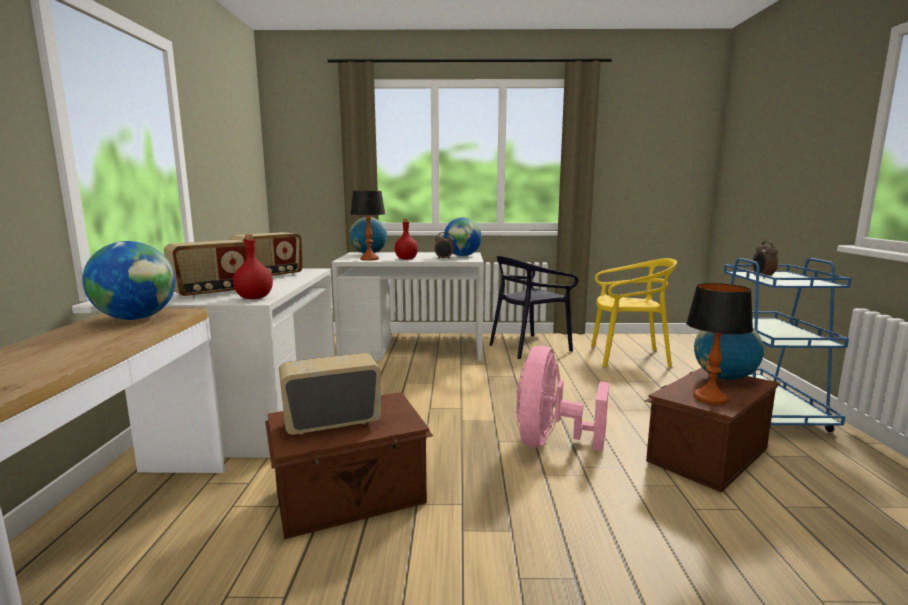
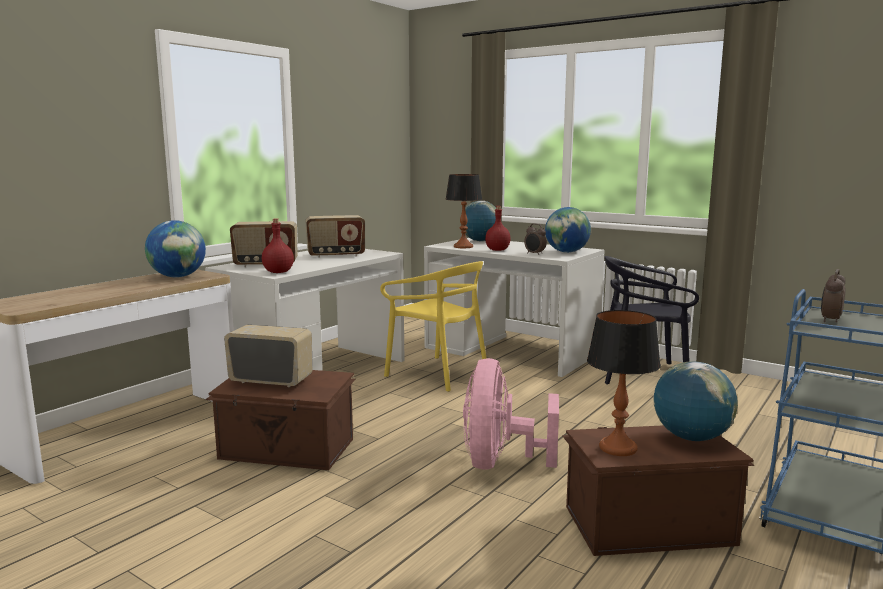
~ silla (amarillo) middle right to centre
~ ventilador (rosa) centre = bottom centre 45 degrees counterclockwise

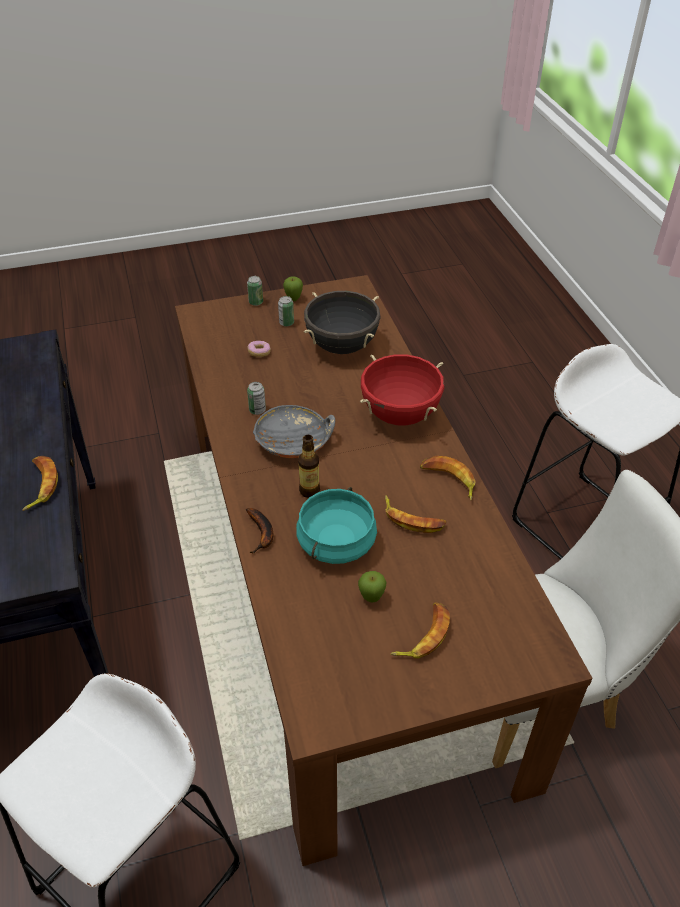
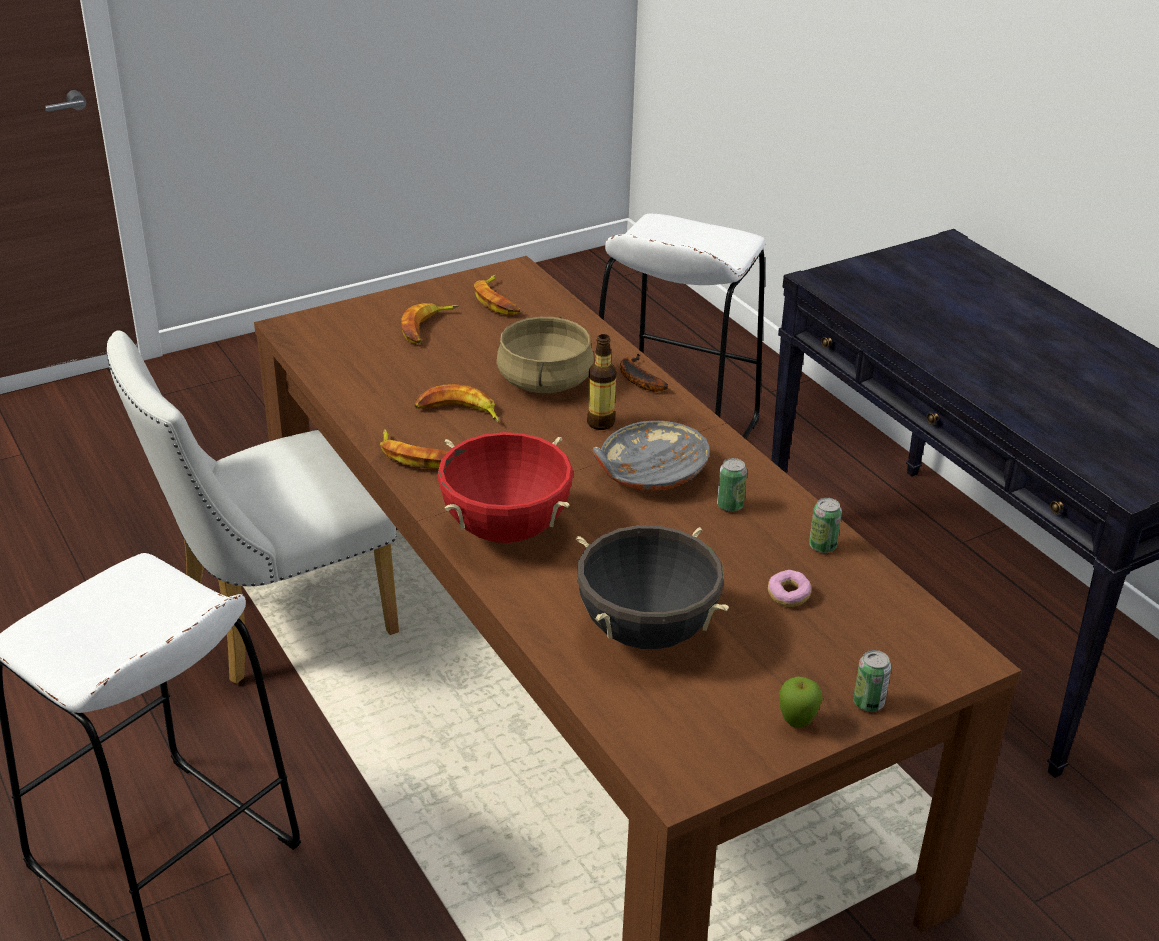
~ plátano (1st from left in the first image) middle left to plátano (4th from left) top centre
~ olla (turquesa) centre to olla (beis) centre
~ lata (3rd from left in the first image) centre to lata (2nd from left) middle right
- manzana (2nd from left) centre

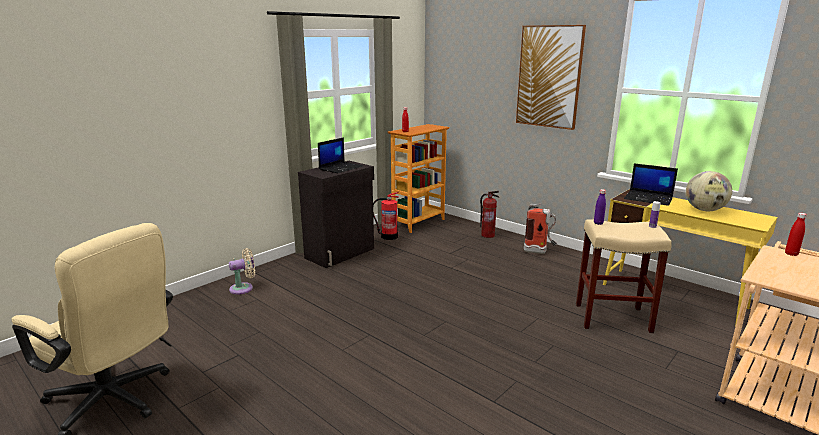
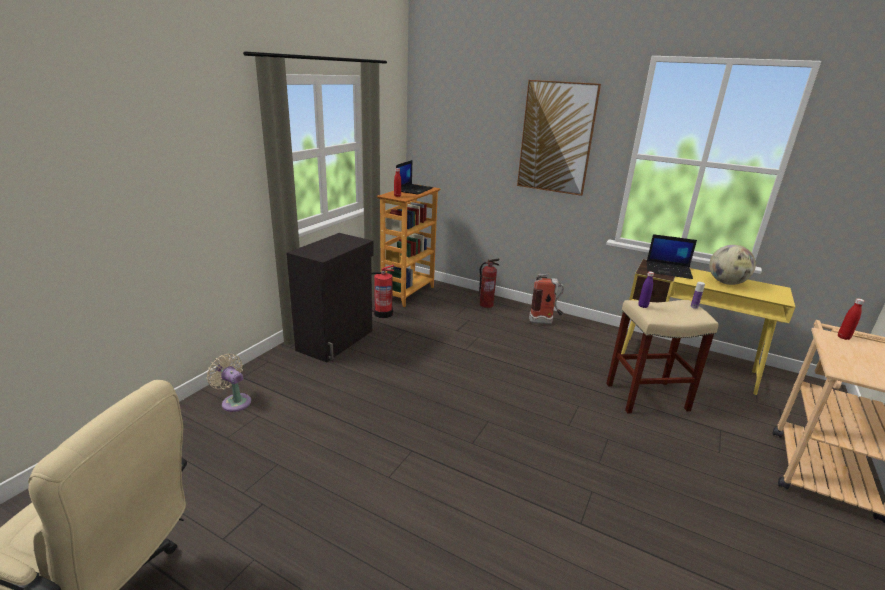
~ ventilador (beis) middle left = middle left 105 degrees counterclockwise
~ portátil (1st from left) centre to top centre

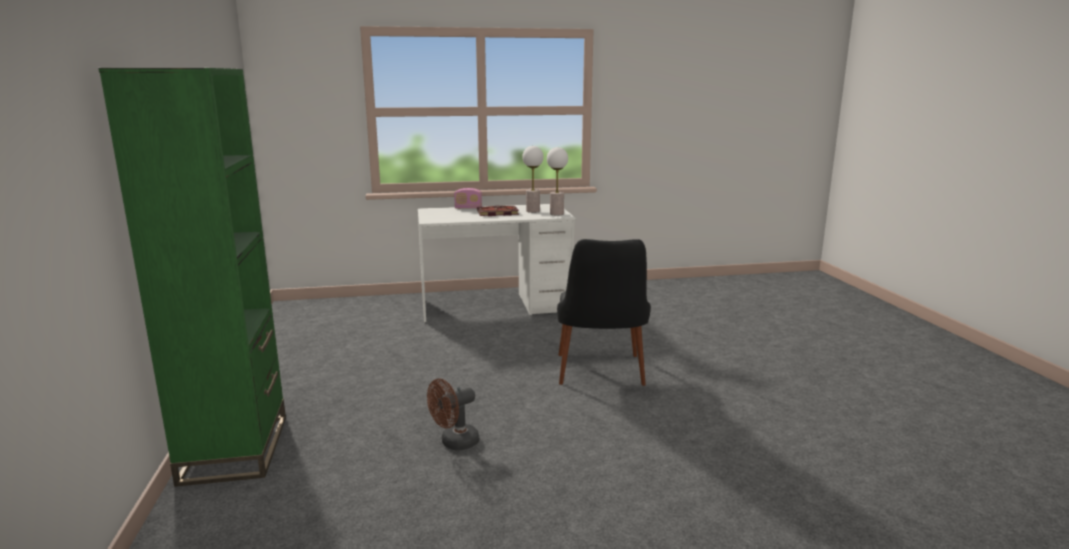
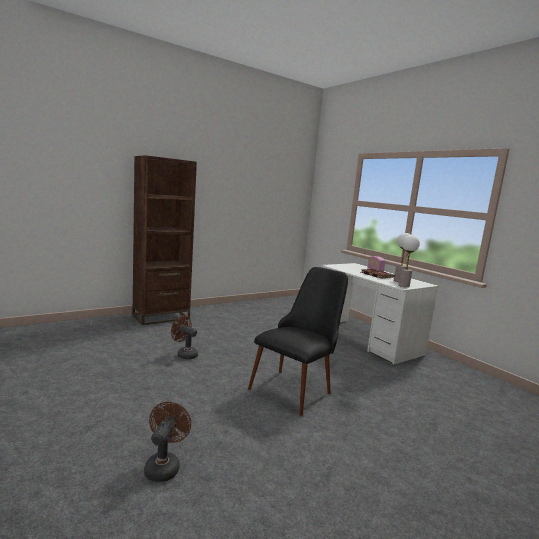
~ estantería (verde) middle left to estantería (marrón) middle left
+ ventilador (marrón) (1st from left) bottom left
~ silla (negro) centre = centre 150 degrees clockwise

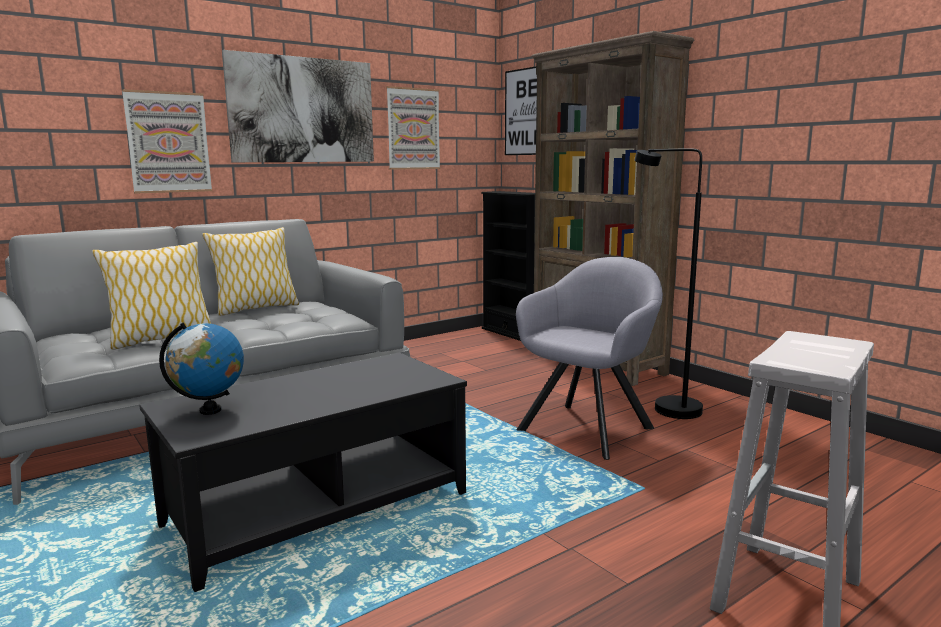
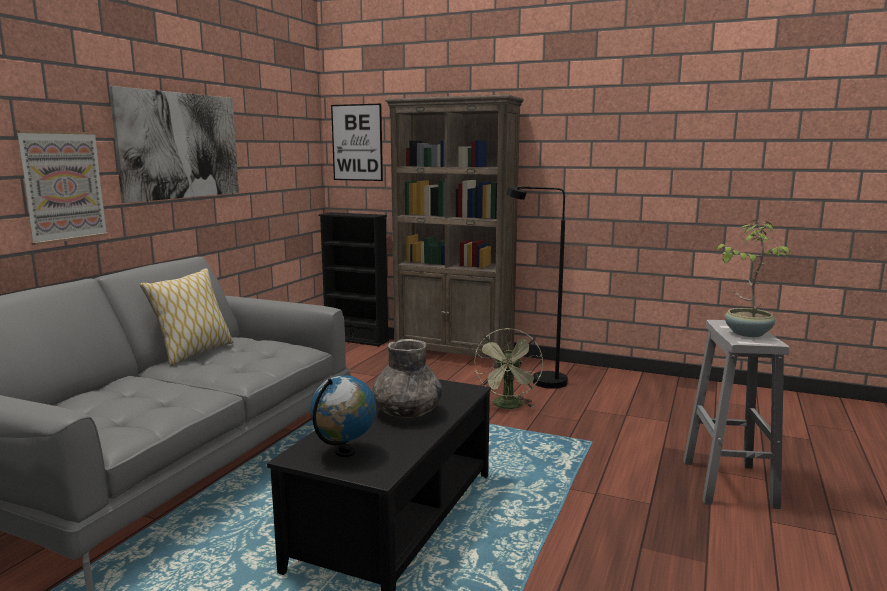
+ florero (gris) centre
~ sillón (gris) centre to ventilador (verde) centre
+ planta en maceta middle right
- cojín (1st from left) middle left
- cuadro (3rd from left) top centre

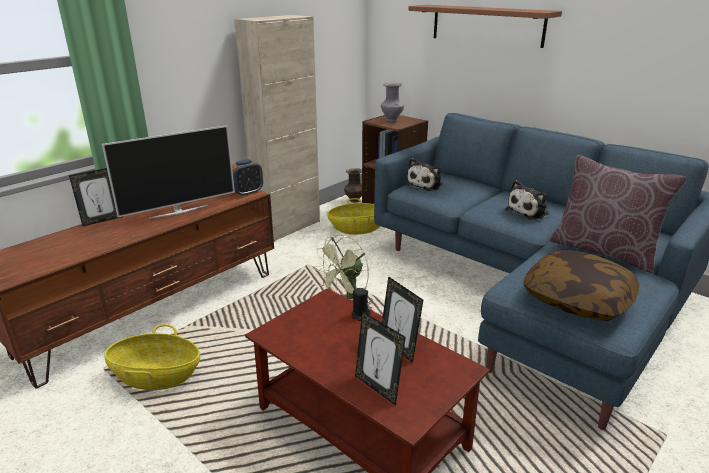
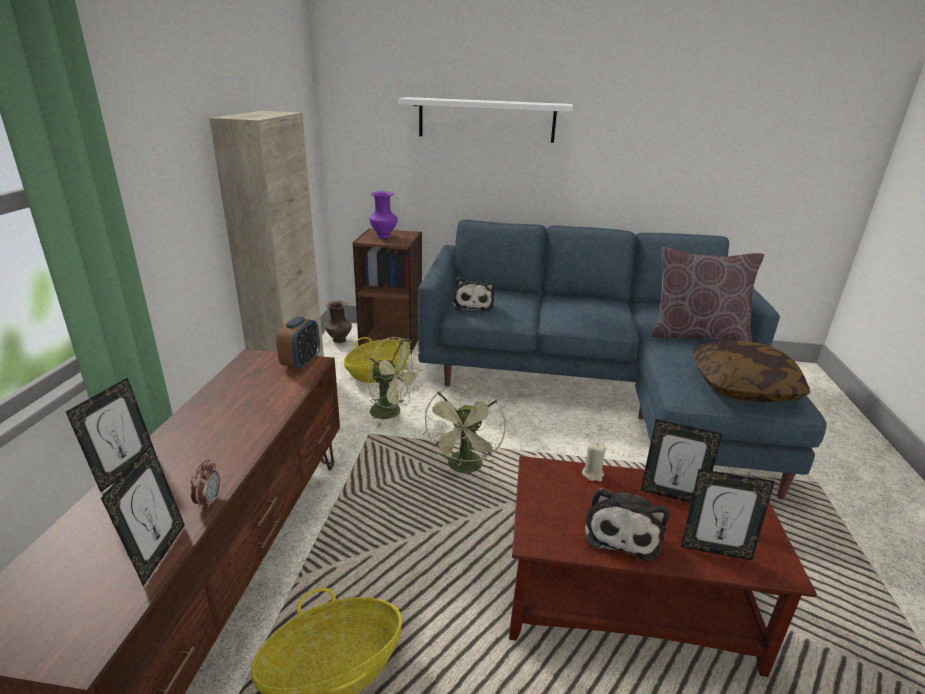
+ portarretratos (2nd from left) bottom left
+ despertador (1st from left) bottom left
+ ventilador (verde) (1st from left) centre
~ florero (gris) top centre to florero (morado) top centre
~ estante (marrón) top right to estante (blanco) top centre
~ vela (negro) centre to vela (beis) centre
~ peluche (2nd from left) middle right to bottom right
- televisor middle left

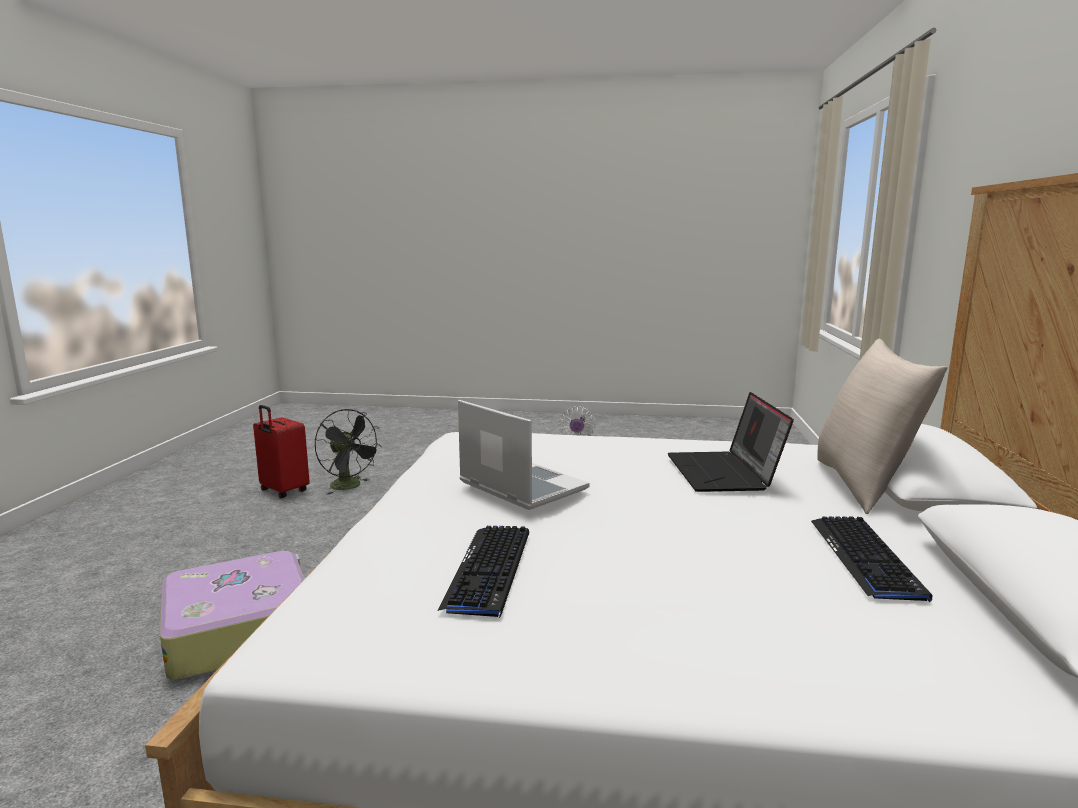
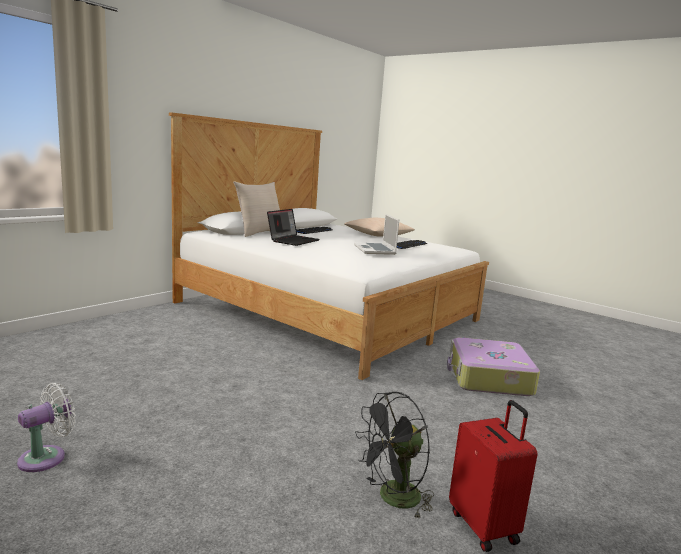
+ cojín (beis) (2nd from left) centre
~ ventilador (negro) middle left = bottom centre 105 degrees counterclockwise

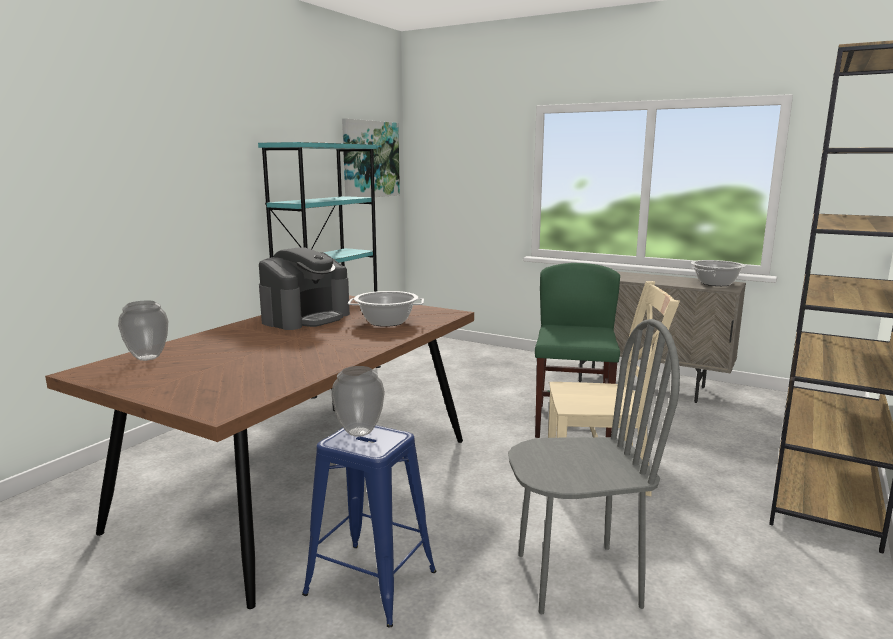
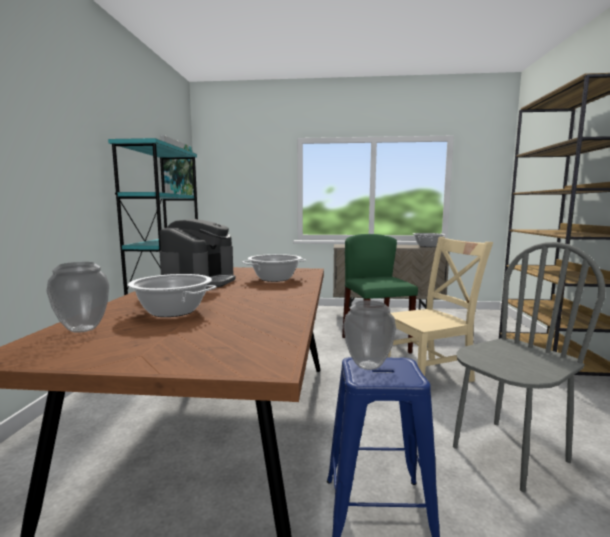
+ olla (1st from left) middle left

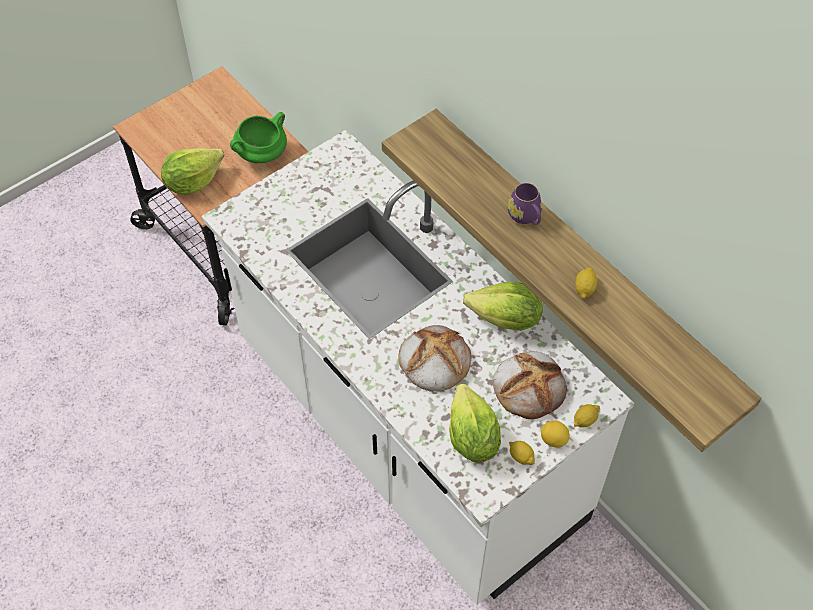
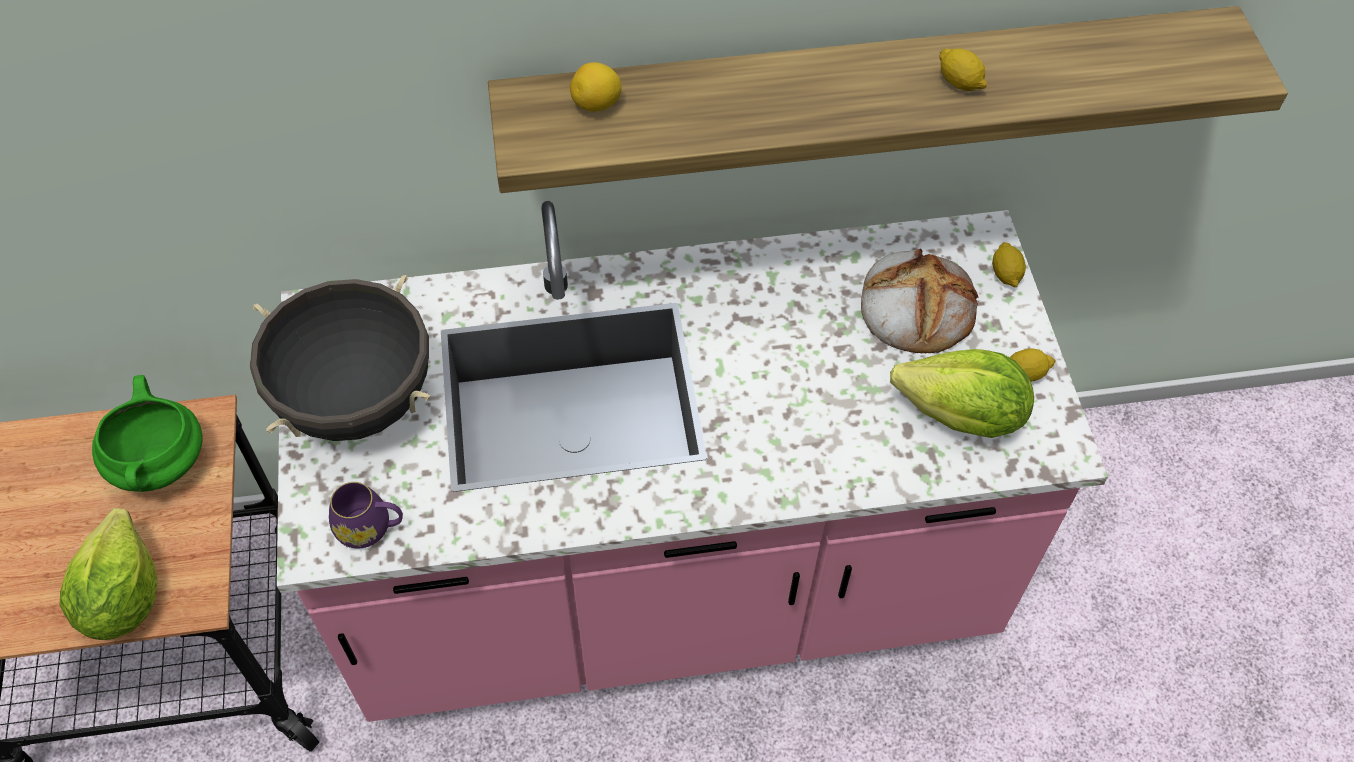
+ olla (negro) middle left
~ mueble bajo de cocina (blanco) centre to mueble bajo de cocina (rosa) centre
~ taza grande (morado) centre to bottom left
~ limón (2nd from left in the first image) bottom right to limón (1st from left) top centre
- pan (1st from left) centre
- lechuga (3rd from left) centre

